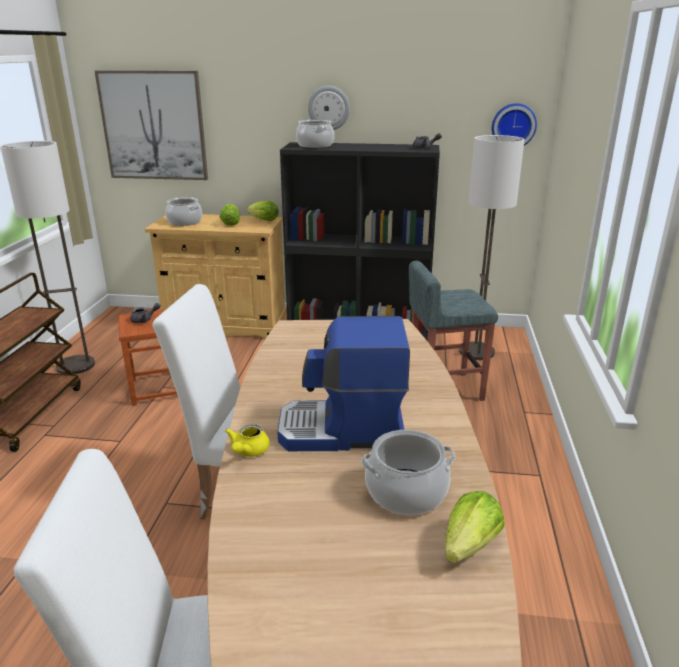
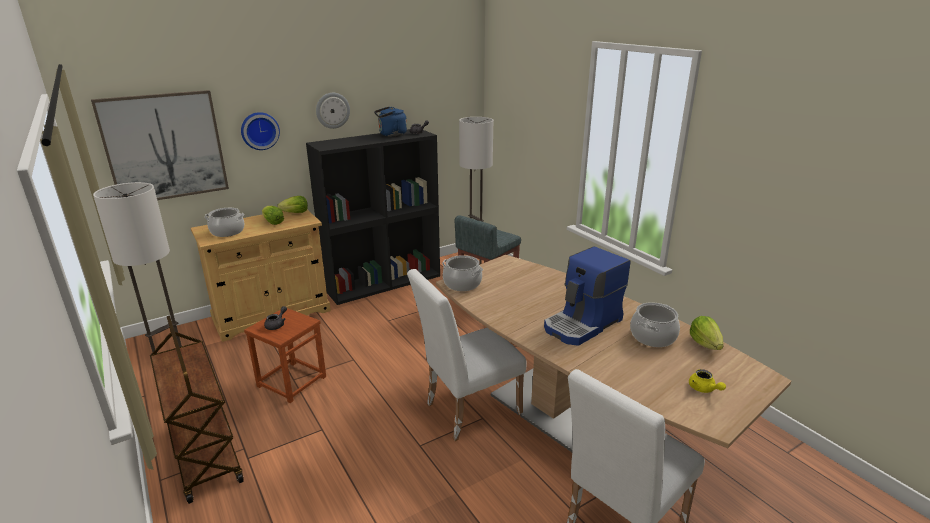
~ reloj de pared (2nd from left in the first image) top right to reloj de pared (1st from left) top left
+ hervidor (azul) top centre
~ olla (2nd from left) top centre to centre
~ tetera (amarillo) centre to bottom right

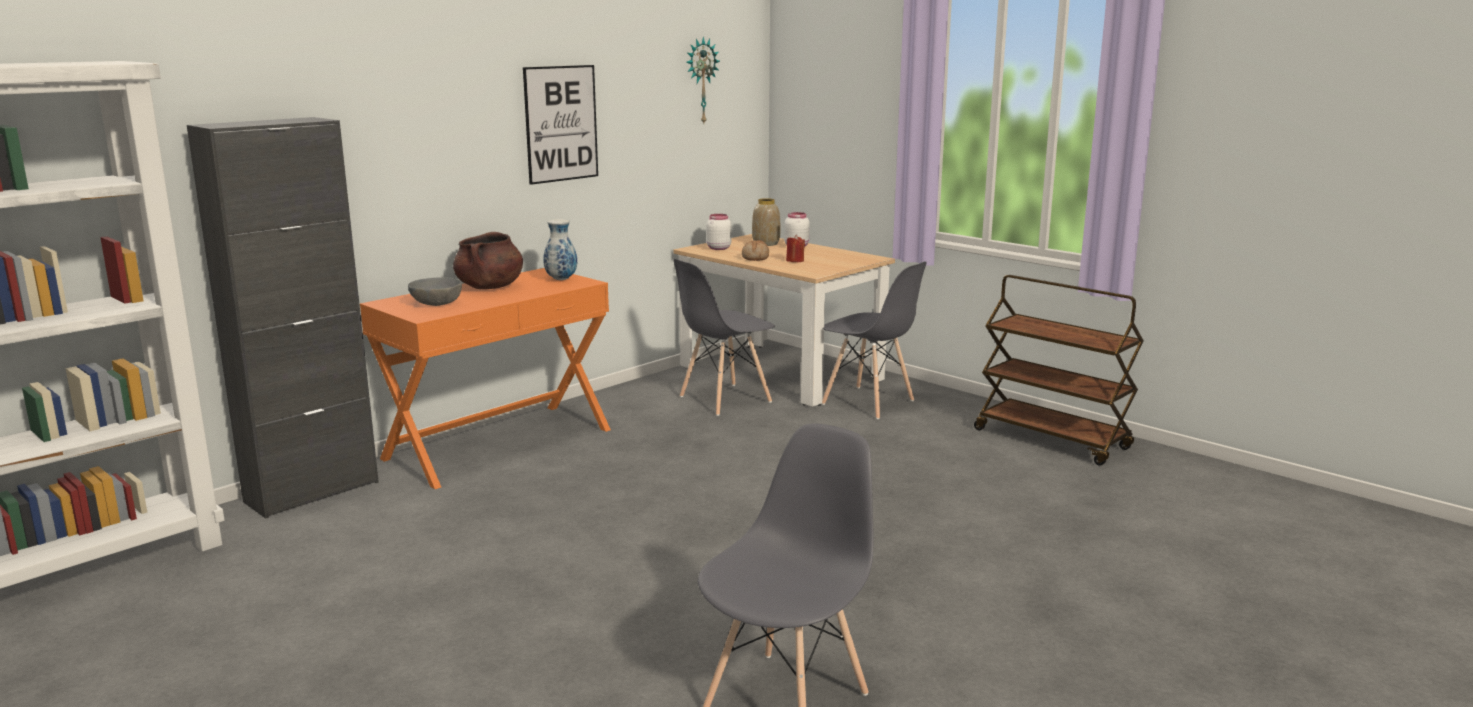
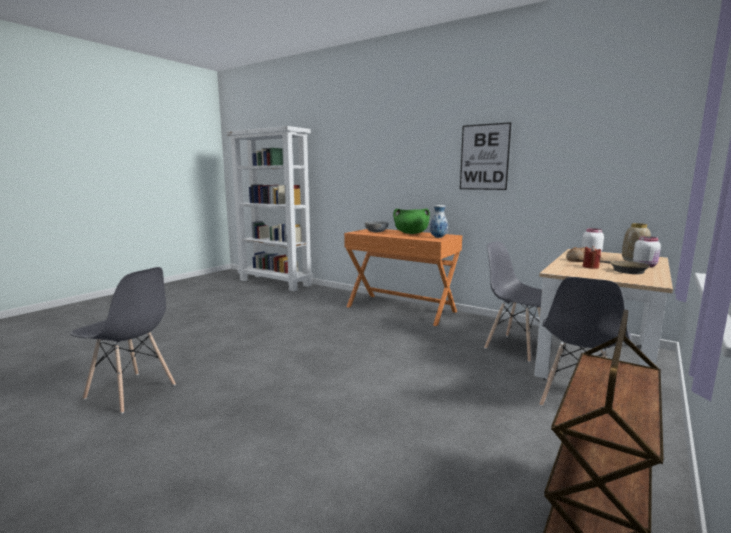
~ olla (marrón) middle left to olla (verde) centre
+ sartén (marrón) middle right
- armario (negro) middle left
- reloj de pared top centre

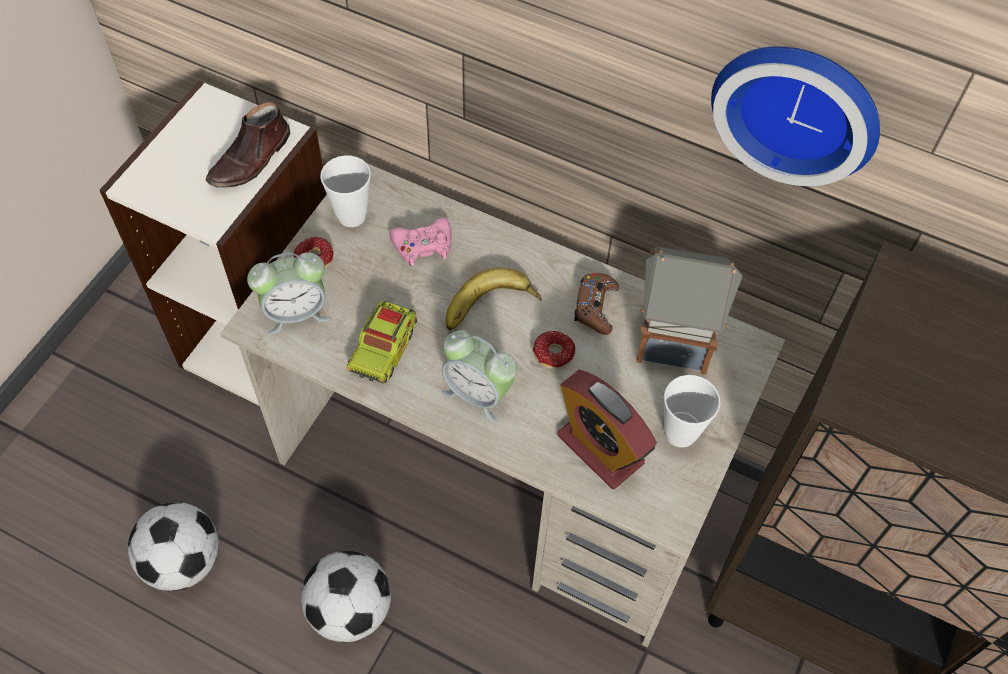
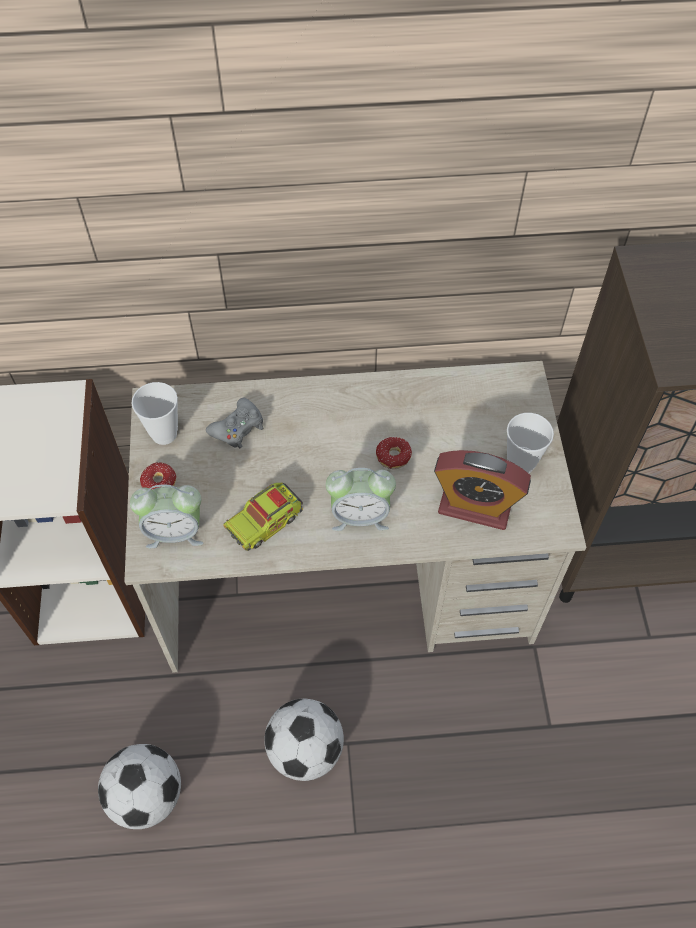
~ despertador (1st from left) middle left = middle left 45 degrees clockwise
~ mando de consola (rosa) centre to mando de consola (gris) centre
~ camión de juguete centre = centre 60 degrees clockwise
- zapato (marrón) top left
- plátano centre
- mando de consola (marrón) centre
- casita middle right
- reloj de pared top right

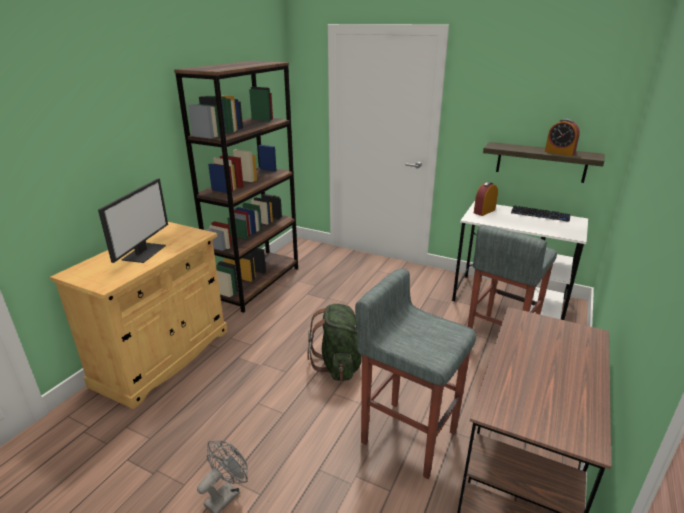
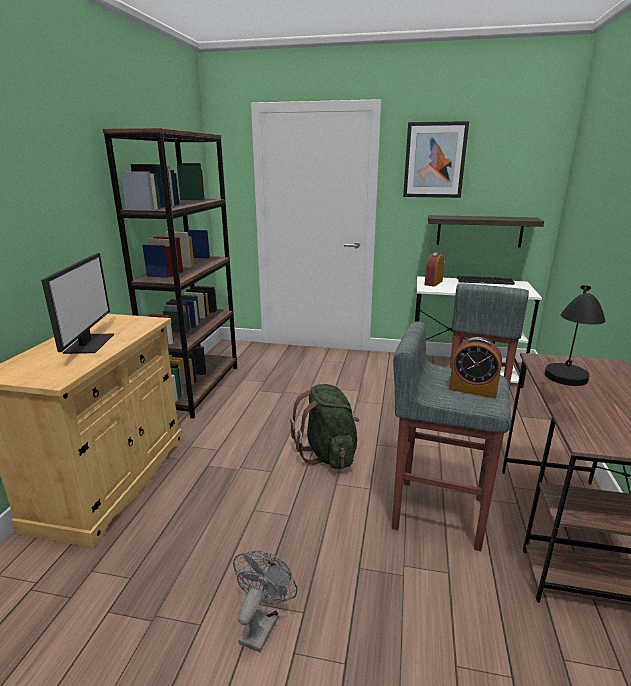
+ cuadro top right
~ despertador (2nd from left) top right to middle right
+ lámpara de mesa (negro) middle right

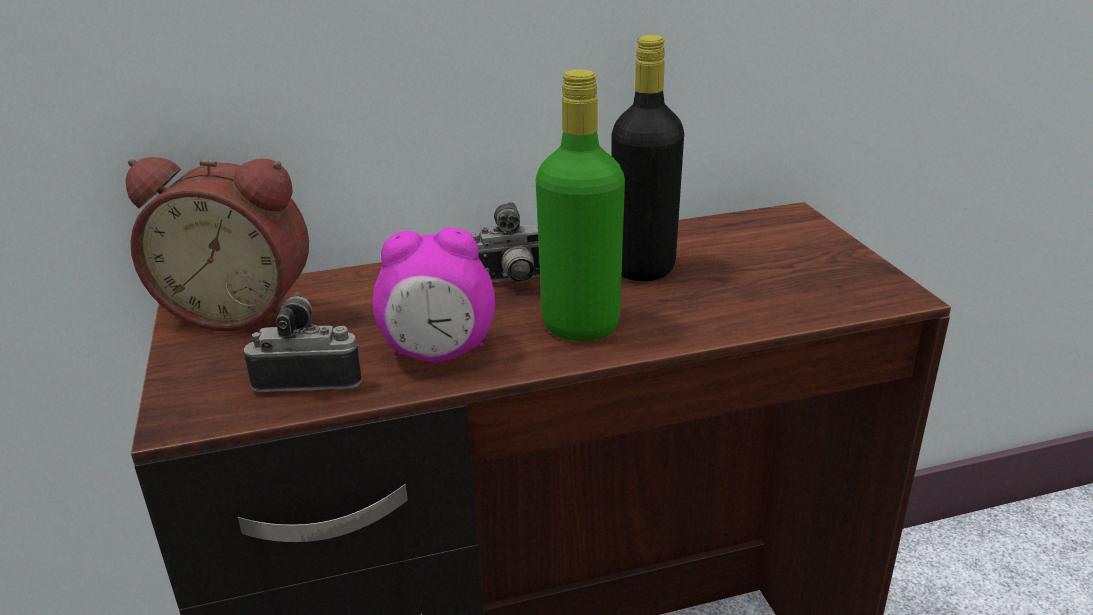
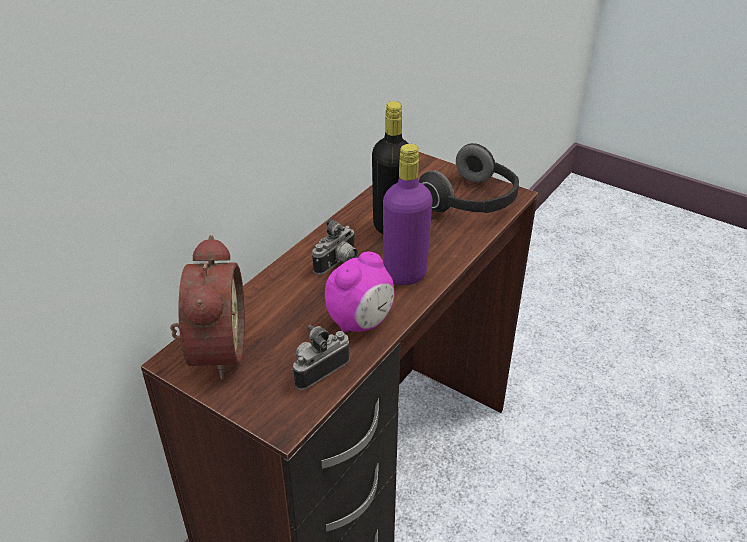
~ despertador (1st from left) middle left = middle left 60 degrees counterclockwise
~ botella (verde) centre to botella (morado) centre
+ auriculares top centre

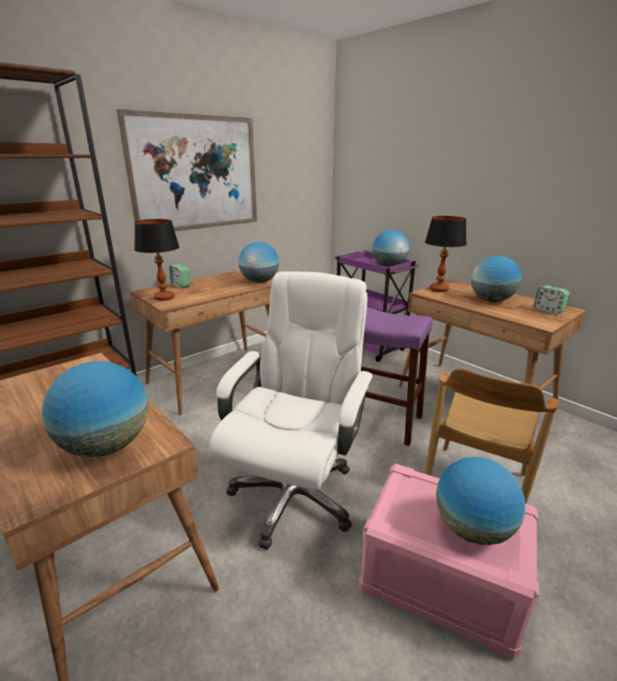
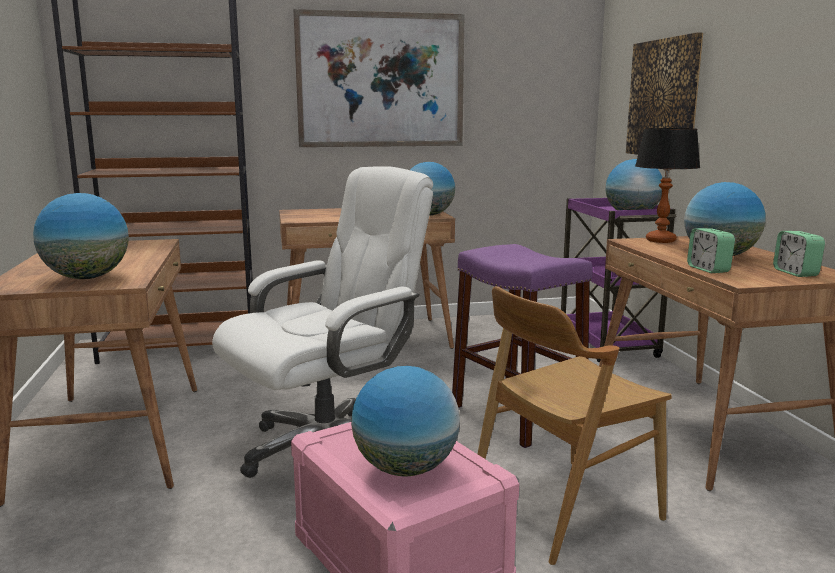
+ cuadro (2nd from left) top right
~ despertador (1st from left) middle left to middle right
- lámpara de mesa (1st from left) middle left

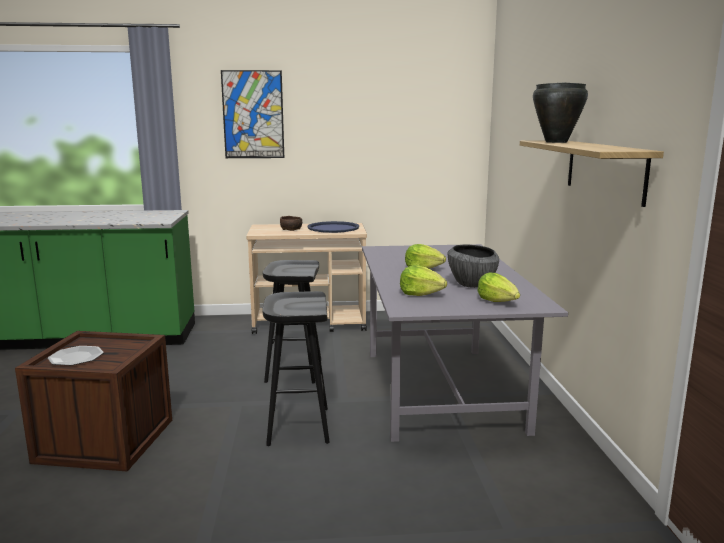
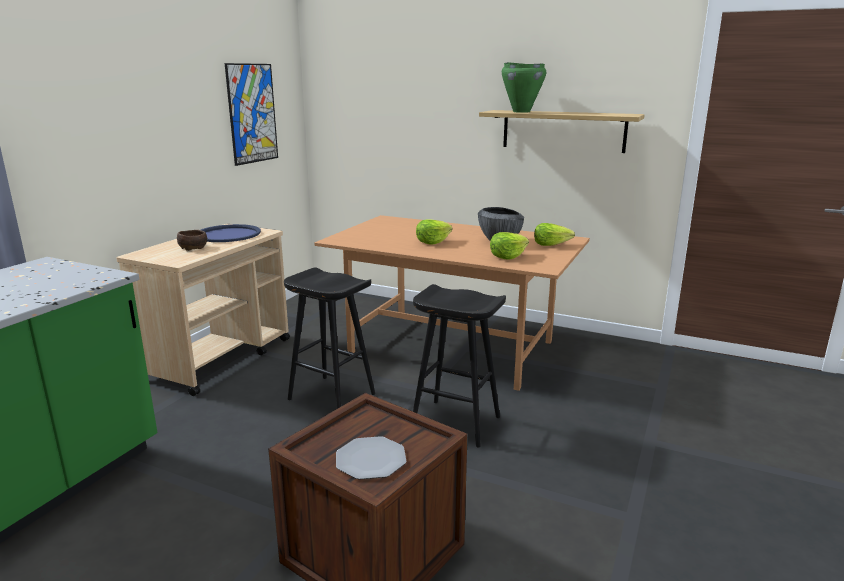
~ cuadro top centre to top left
~ mesa de comedor (gris) centre to mesa de comedor (marrón) centre
~ olla (negro) top right to olla (verde) top centre

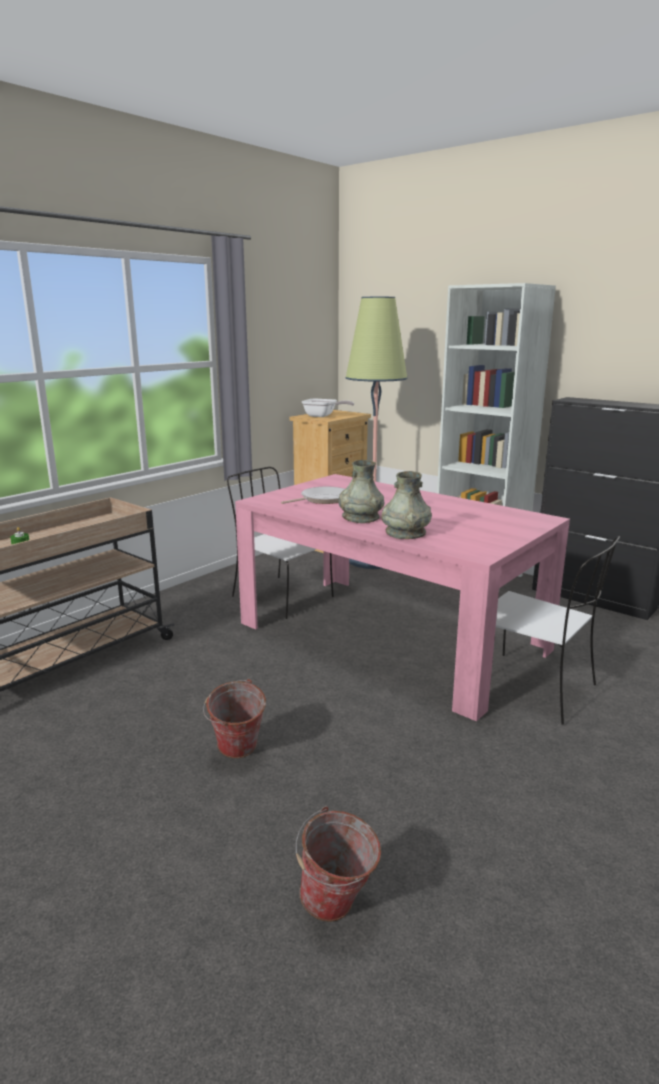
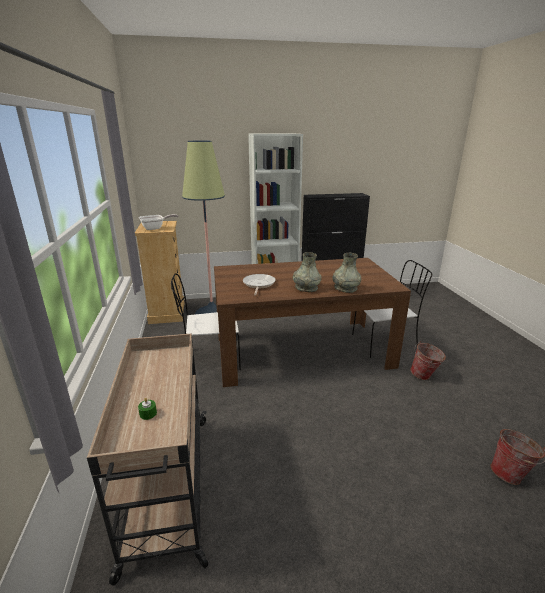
~ mesa de comedor (rosa) centre to mesa de comedor (marrón) centre
~ cubo (1st from left) centre to middle right

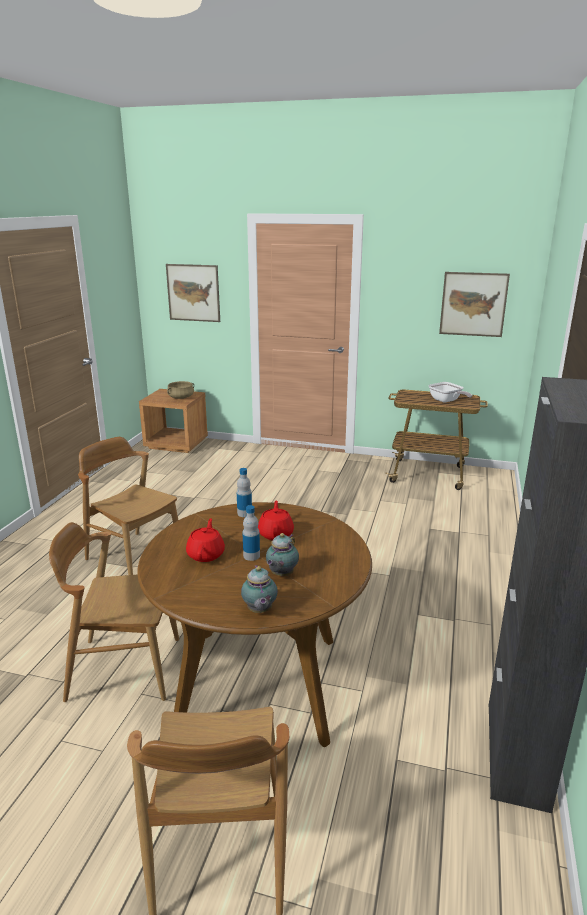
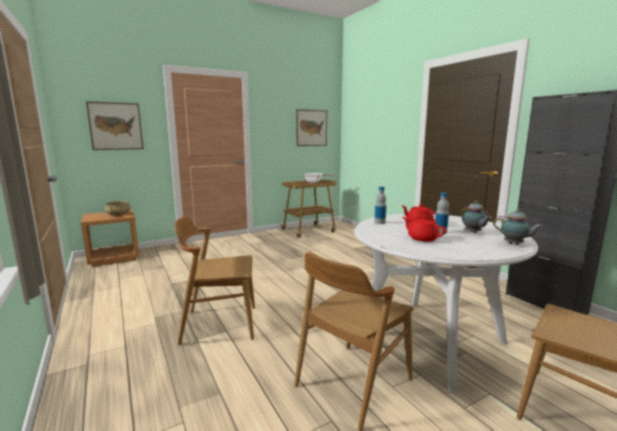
~ mesa de comedor (marrón) bottom centre to mesa de comedor (blanco) bottom right

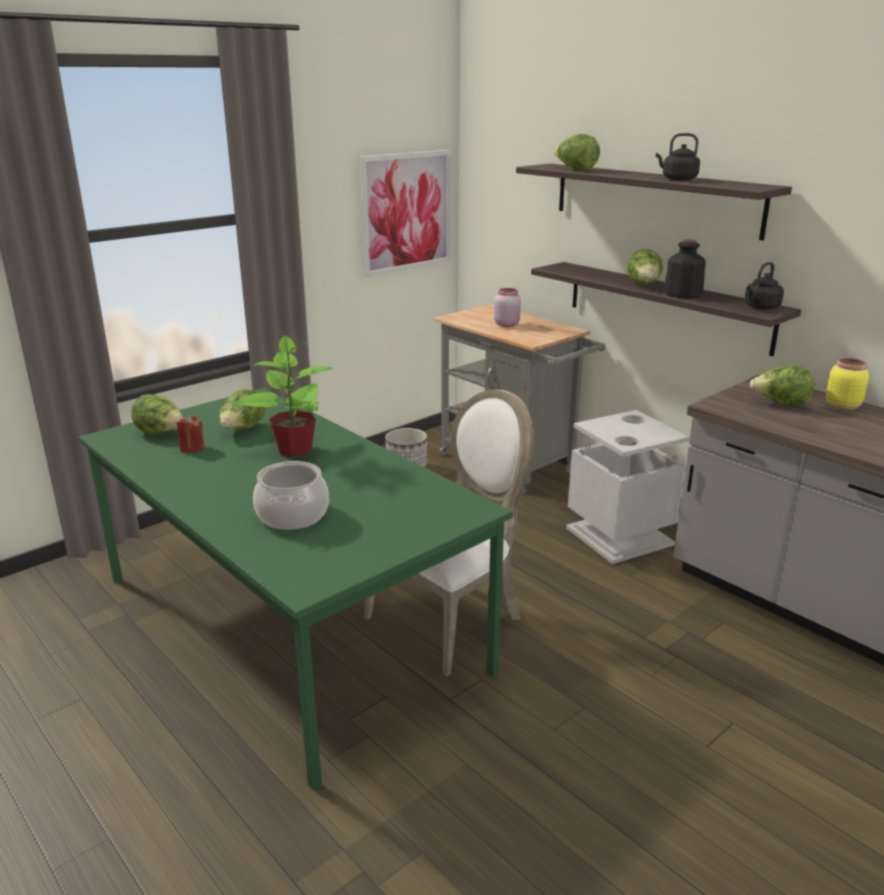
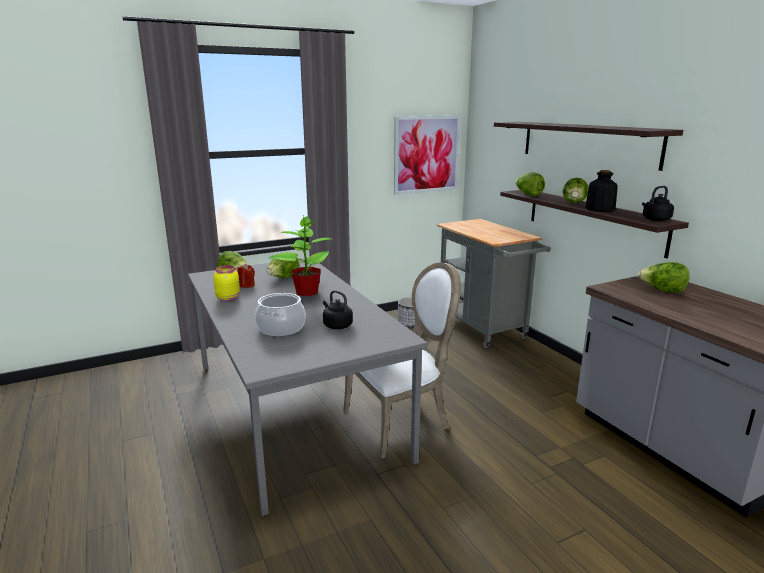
~ mesa de comedor (verde) centre to mesa de comedor (gris) bottom centre
~ tarro (amarillo) middle right to middle left
~ hervidor (negro) (1st from left) top right to centre
~ lechuga (3rd from left) top centre to top right
- tarro (rosa) centre
- papelera (gris) middle right

